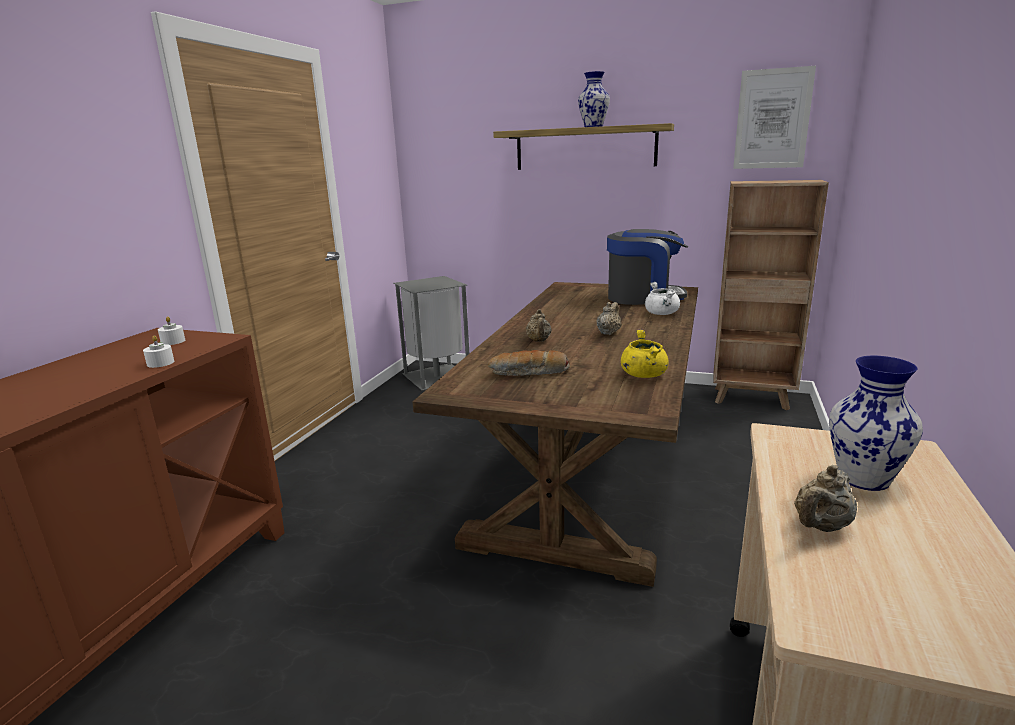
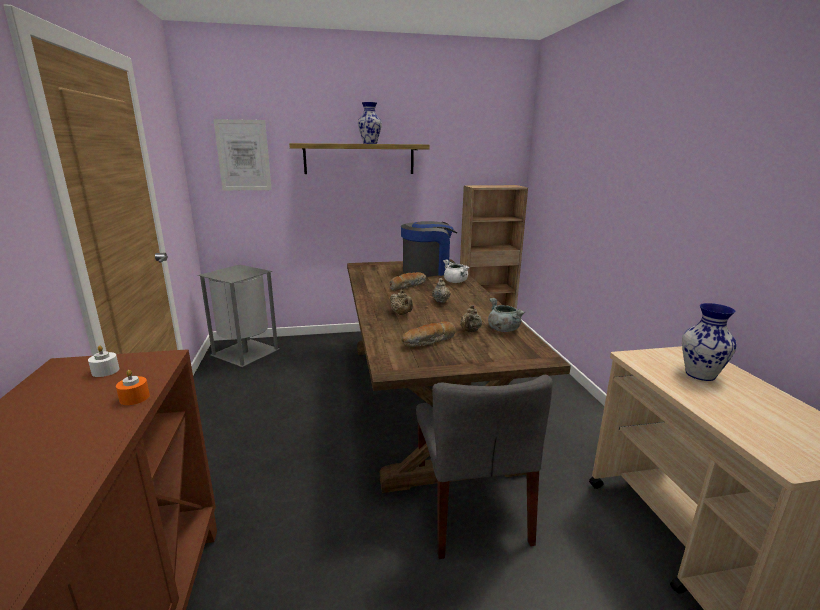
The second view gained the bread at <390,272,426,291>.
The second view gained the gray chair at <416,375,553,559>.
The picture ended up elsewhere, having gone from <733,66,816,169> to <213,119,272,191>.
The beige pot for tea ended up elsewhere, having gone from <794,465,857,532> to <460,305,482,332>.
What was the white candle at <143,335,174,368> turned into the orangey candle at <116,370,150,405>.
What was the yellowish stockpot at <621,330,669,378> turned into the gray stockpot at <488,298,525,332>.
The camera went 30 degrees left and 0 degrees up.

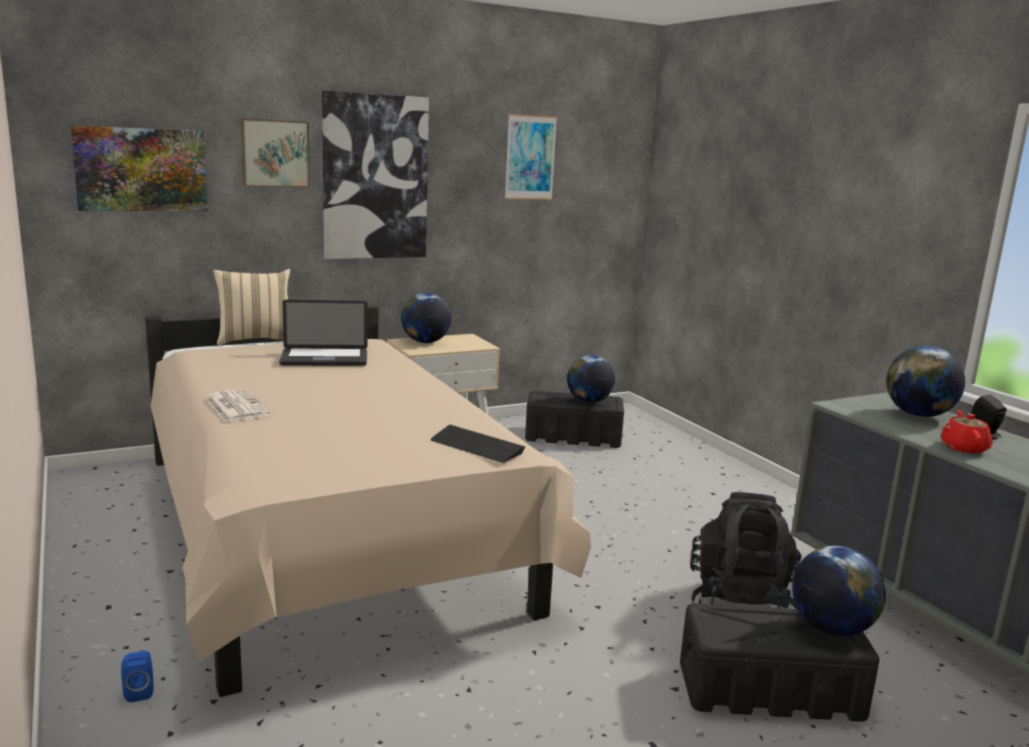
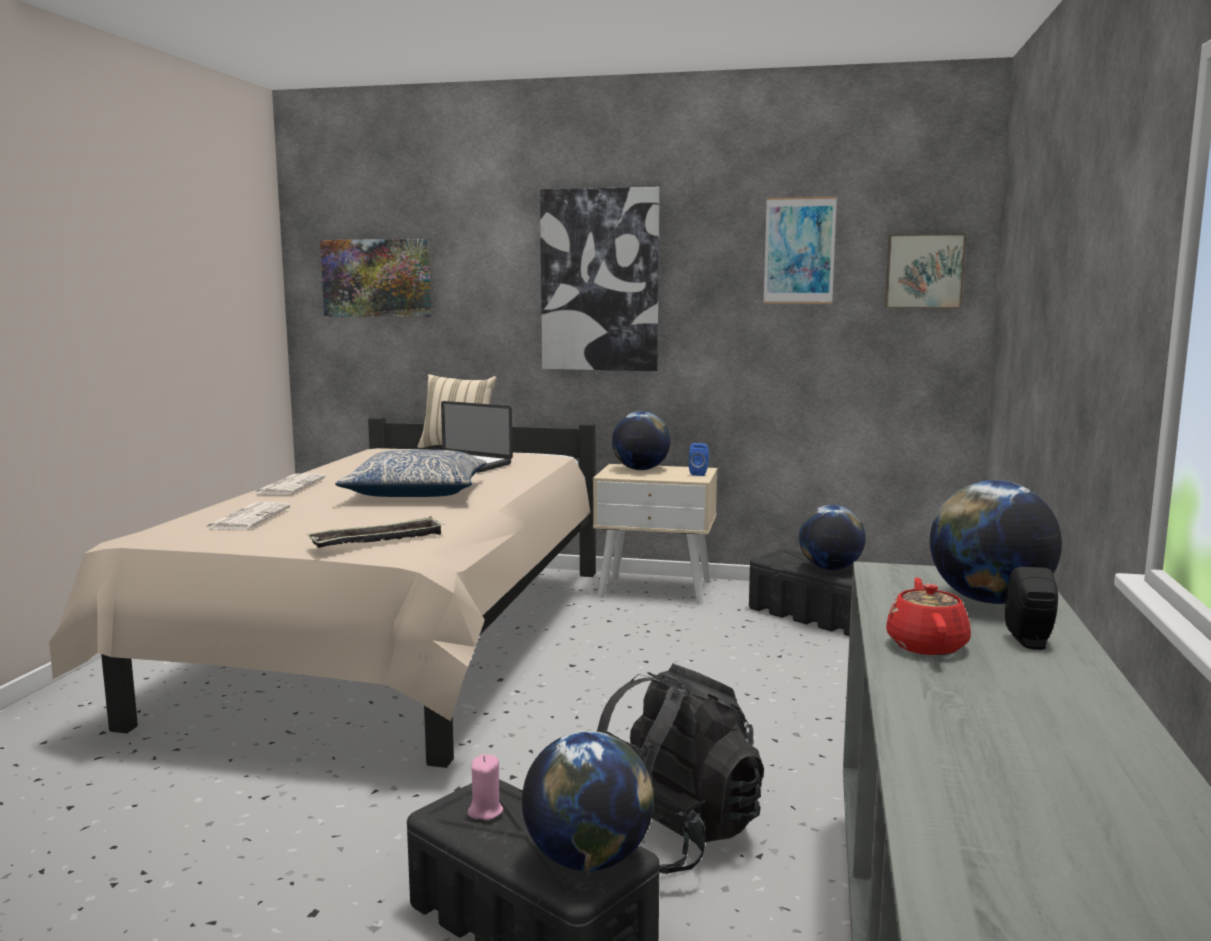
The second view gained the daily paper at <204,502,290,530>.
The second view gained the cushion at <335,450,486,497>.
The second view gained the pink candle at <468,754,503,820>.
The bluish loudspeaker ended up elsewhere, having gone from <121,651,154,703> to <689,443,709,476>.
The picture ended up elsewhere, having gone from <240,118,310,188> to <885,233,967,309>.
Where the keyboard stood at <431,425,525,463>, the serving tray came to stand at <306,516,445,548>.
The reddish pot for tea at <941,410,993,454> ended up facing another way, 45 degrees counterclockwise from before.
The camera went 40 degrees right and 5 degrees down.

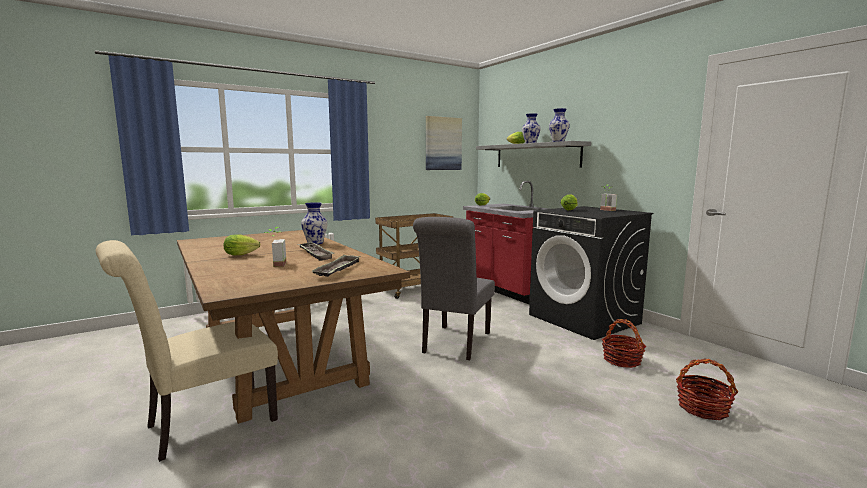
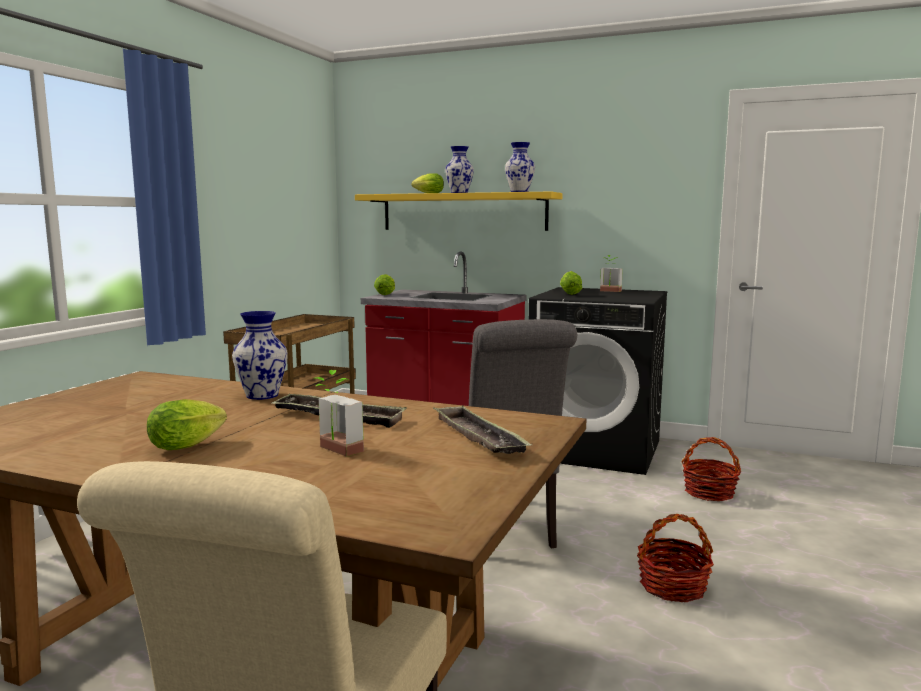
The second view lost the picture at <426,116,462,170>.
The storage basket ended up elsewhere, having gone from <676,359,738,420> to <637,514,714,602>.
What was the gray bracket shelf at <476,141,591,168> turned into the yellowish bracket shelf at <355,192,563,231>.
The camera went 35 degrees left and 0 degrees up.

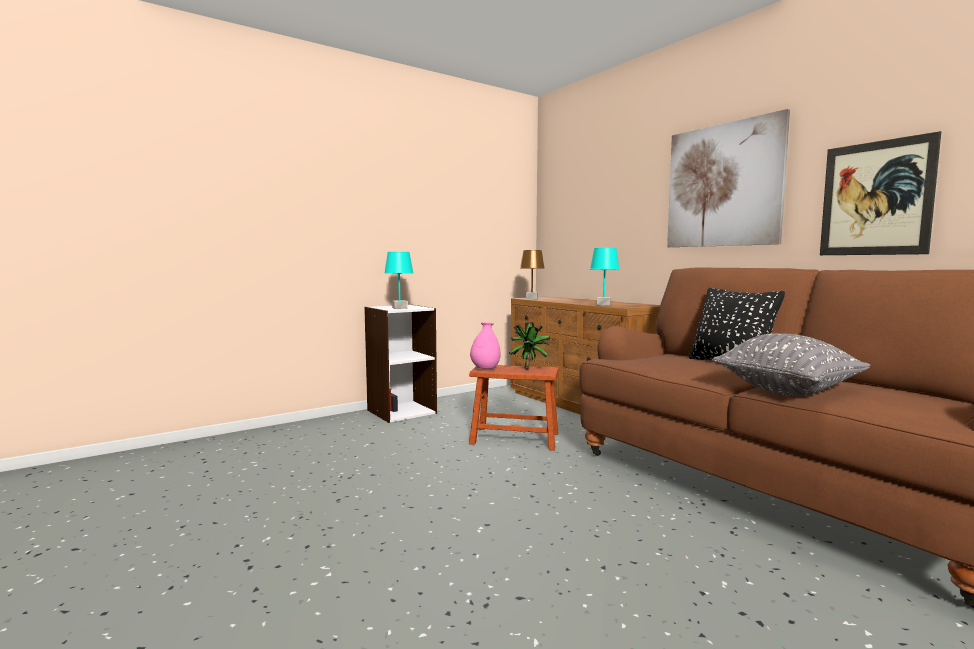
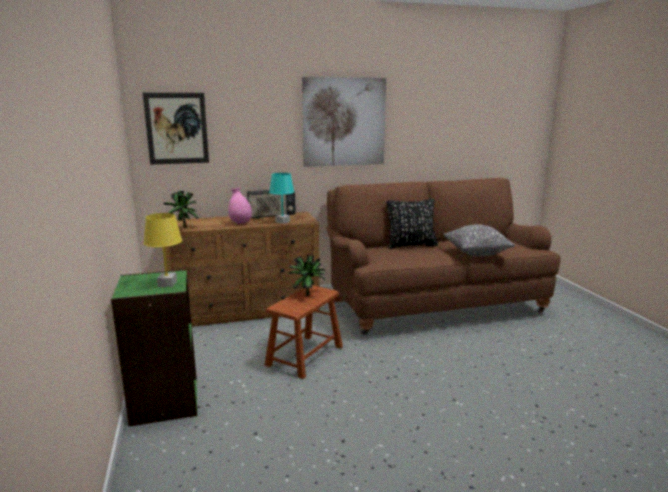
The second view gained the radio set at <247,190,296,219>.
The pink vase ended up elsewhere, having gone from <470,322,501,369> to <228,188,252,224>.
The picture ended up elsewhere, having gone from <820,131,941,255> to <143,93,209,165>.
Where the brown-coloured table lamp stood at <520,250,544,299>, the potted plant came to stand at <163,191,199,228>.
What was the white shelving unit at <364,304,437,423> turned into the greenish shelving unit at <111,269,197,426>.
What was the turquoise-coloured table lamp at <384,252,414,309> turned into the yellowish table lamp at <143,213,182,287>.
The camera went 70 degrees left and 10 degrees up.

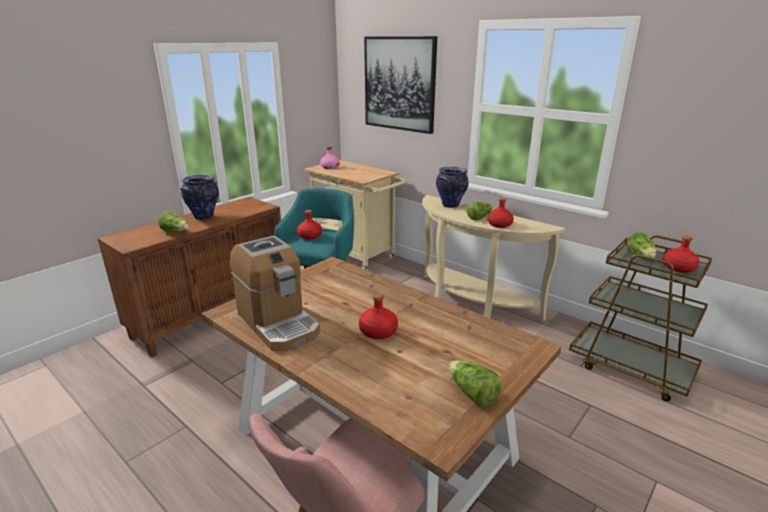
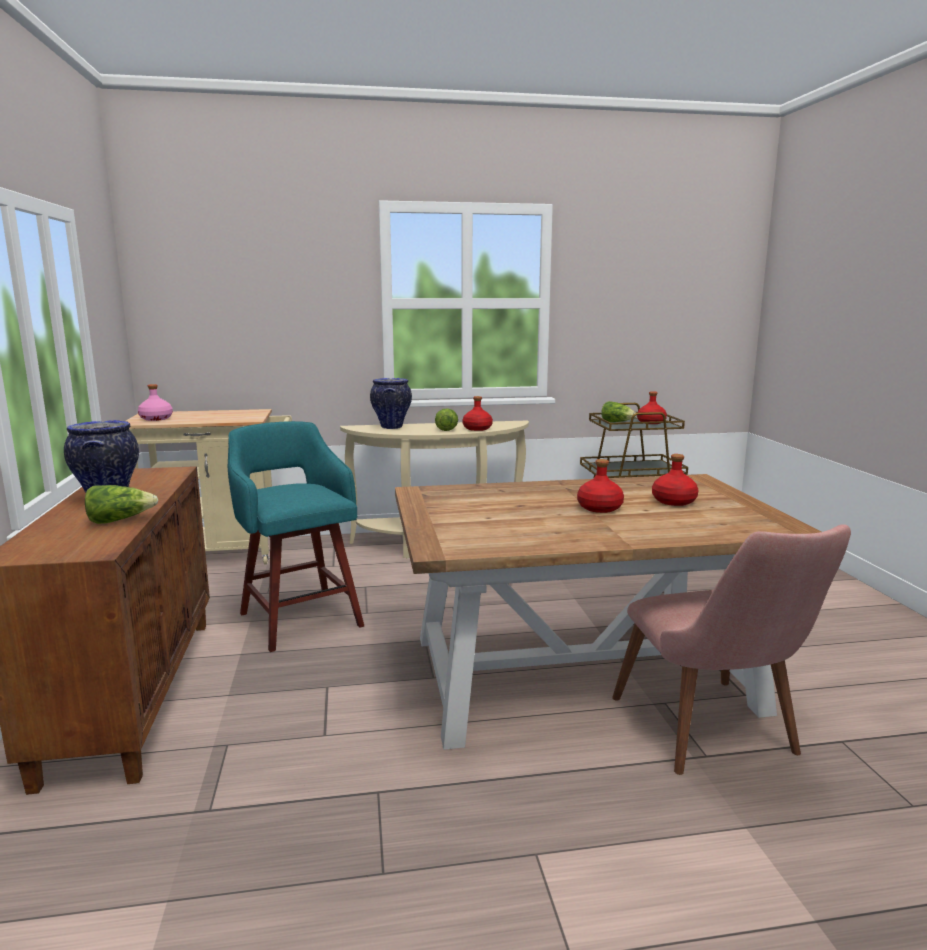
The second view lost the coffee brewer at <230,235,320,351>.
The second view lost the picture at <364,36,437,134>.
The second view lost the lettuce head at <449,361,502,406>.
The reddish drink bottle ended up elsewhere, having gone from <297,210,322,239> to <652,454,698,506>.
The camera went 50 degrees left and 10 degrees down.

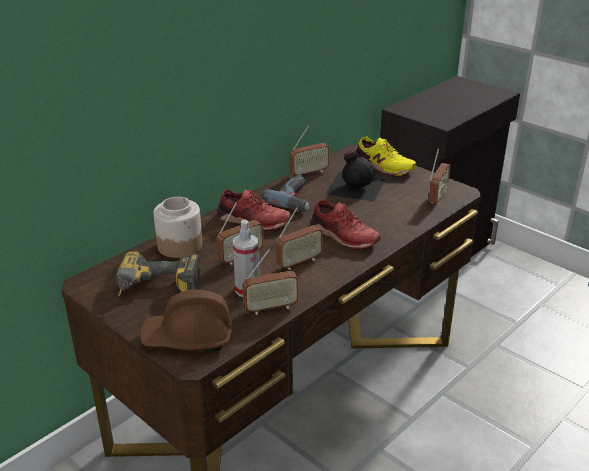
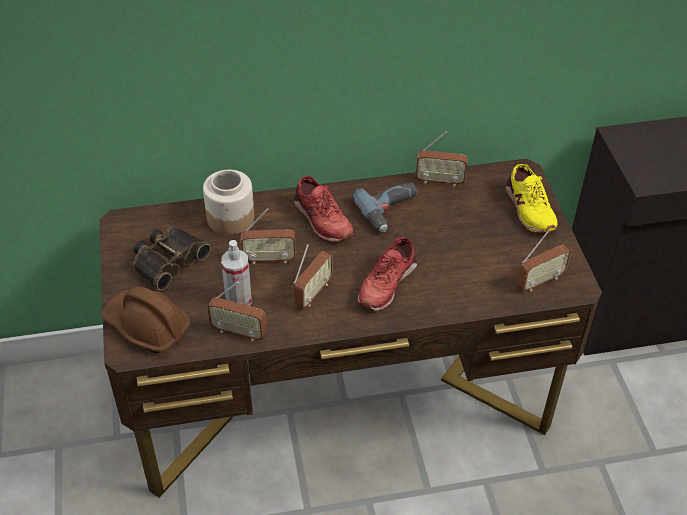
The second view lost the black-coloured drink bottle at <325,150,385,202>.
Where the electric drill stood at <116,251,201,296>, the pair of binoculars came to stand at <132,227,211,290>.
The radio set at <276,207,323,270> ended up facing another way, 60 degrees counterclockwise from before.
The reddish item of footwear at <310,199,381,250> ended up facing another way, 45 degrees clockwise from before.
The camera went 35 degrees right and 15 degrees up.

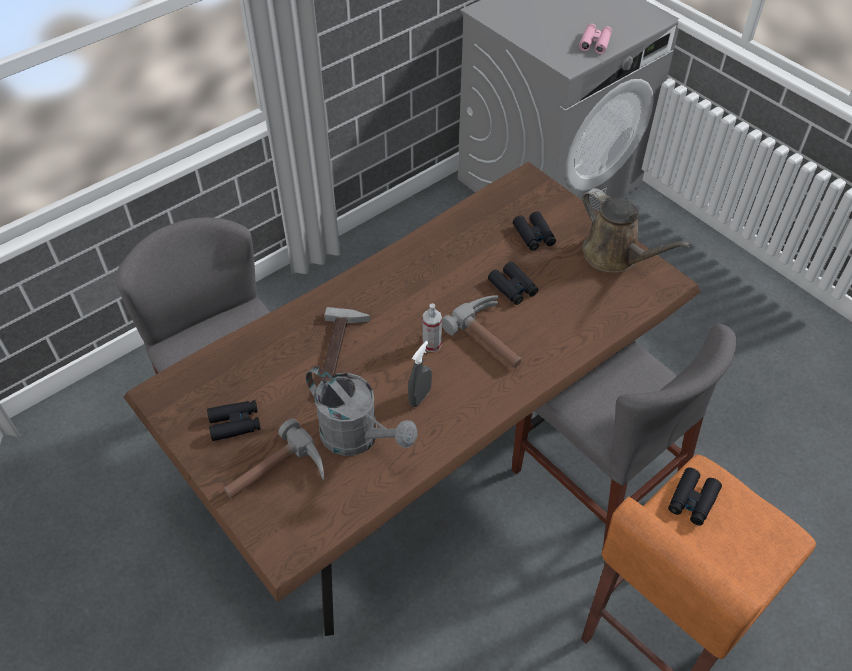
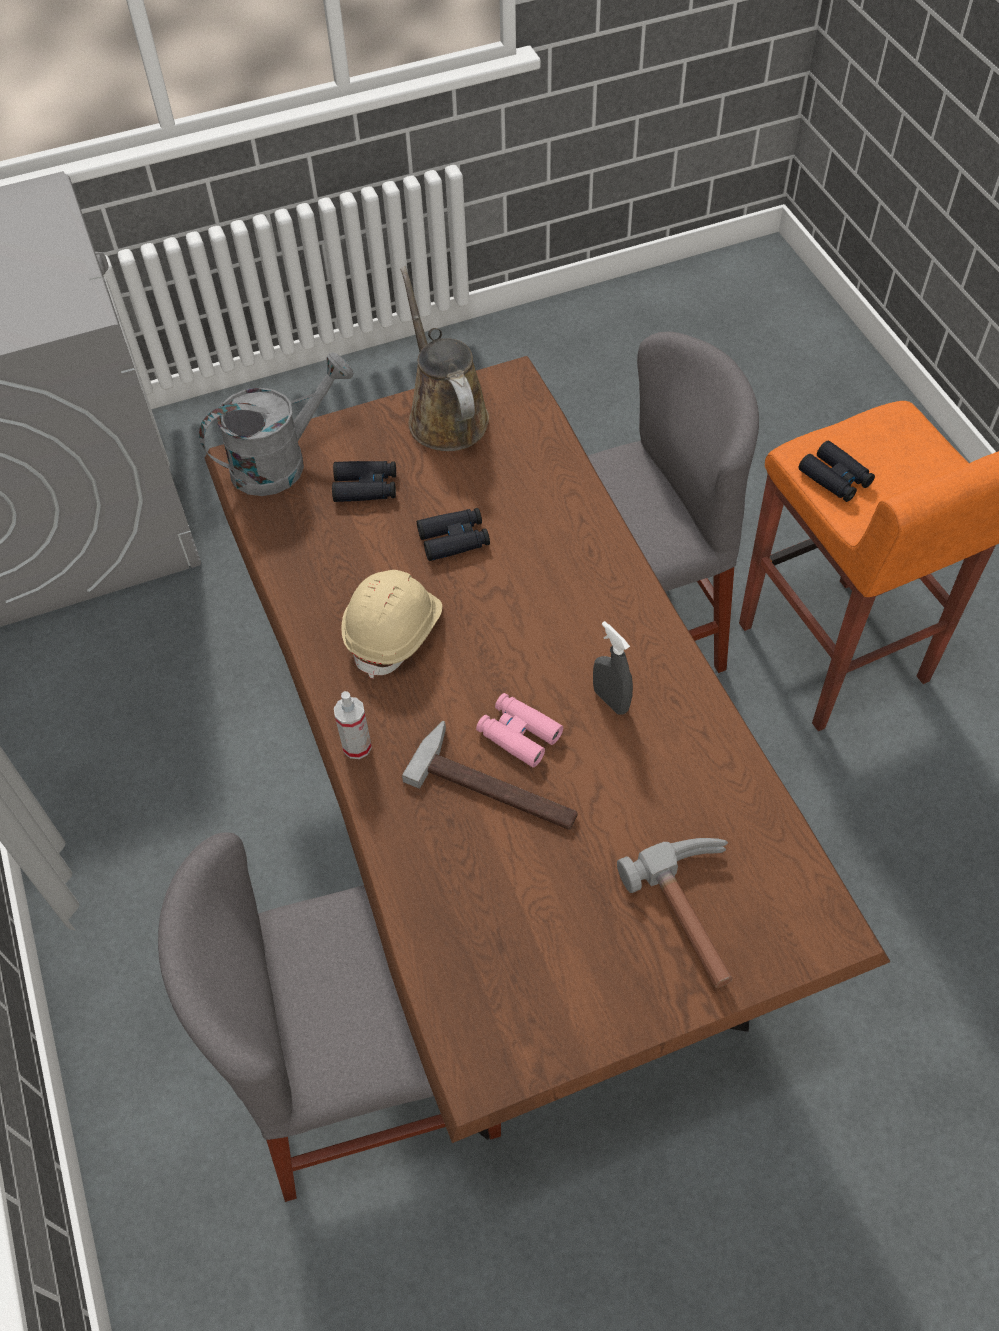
The second view lost the black-coloured pair of binoculars at <207,400,261,441>.
The second view lost the tool hammer at <442,295,522,368>.
The second view gained the beige work helmet at <341,570,442,679>.
The gray sprinkling can ended up elsewhere, having gone from <306,366,418,456> to <199,352,354,496>.
The sprayer ended up elsewhere, having gone from <423,303,442,352> to <334,691,372,759>.
The pink pair of binoculars ended up elsewhere, having gone from <579,24,612,54> to <476,693,563,767>.
The brown-coloured sprinkling can at <582,188,690,273> ended up facing another way, 90 degrees counterclockwise from before.
The camera went 70 degrees left and 5 degrees up.

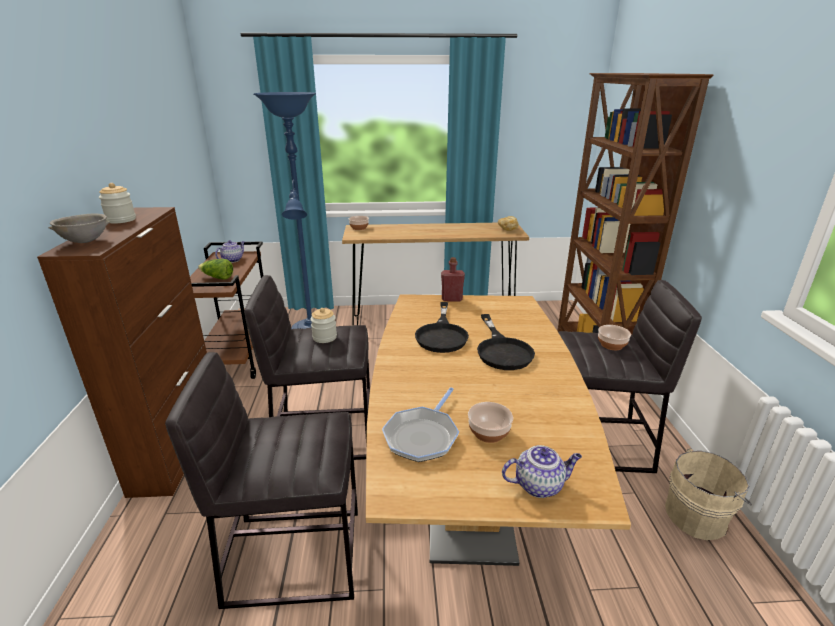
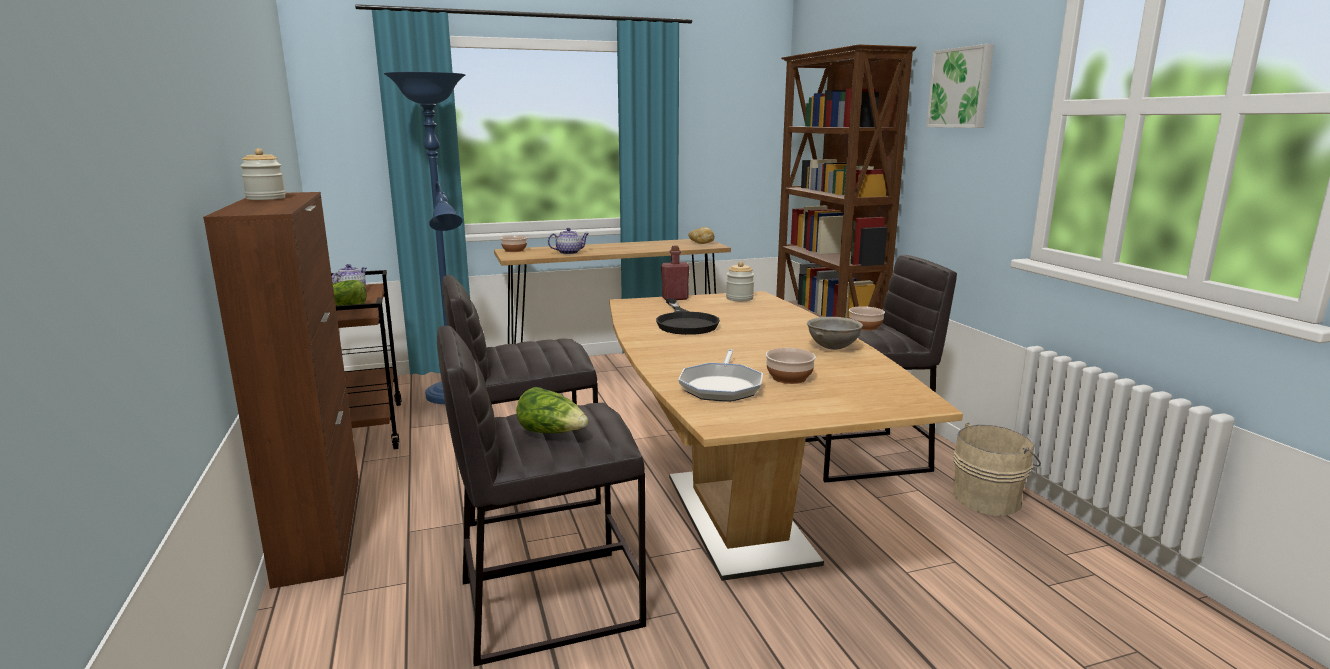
The second view lost the black-coloured frying pan at <477,314,535,370>.
The second view gained the lettuce head at <516,387,588,433>.
The second view gained the picture at <926,44,994,128>.
The gray deep dish ended up elsewhere, having gone from <48,213,110,243> to <807,317,863,350>.
The jar ended up elsewhere, having gone from <310,308,337,343> to <726,262,754,301>.
The pot for tea ended up elsewhere, having gone from <502,445,582,498> to <548,228,589,255>.
The camera went 15 degrees left and 10 degrees down.

